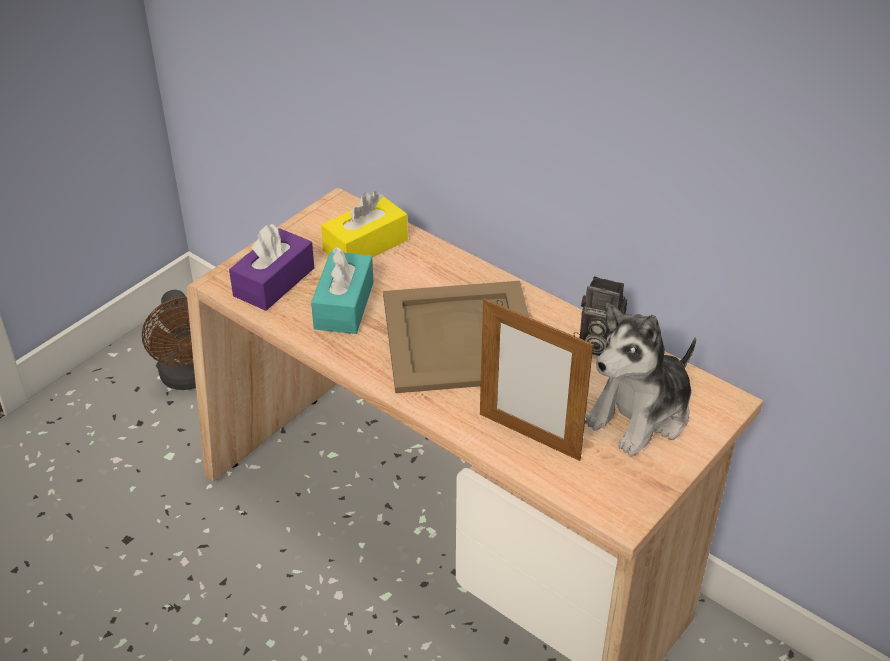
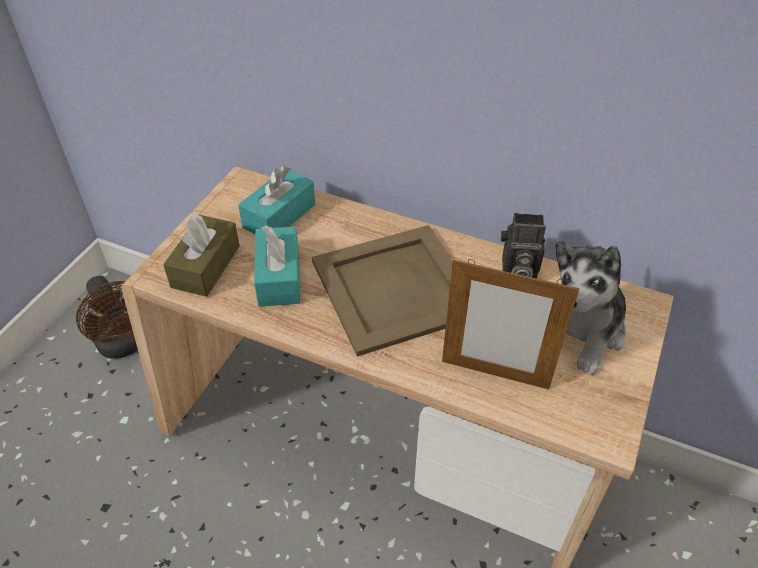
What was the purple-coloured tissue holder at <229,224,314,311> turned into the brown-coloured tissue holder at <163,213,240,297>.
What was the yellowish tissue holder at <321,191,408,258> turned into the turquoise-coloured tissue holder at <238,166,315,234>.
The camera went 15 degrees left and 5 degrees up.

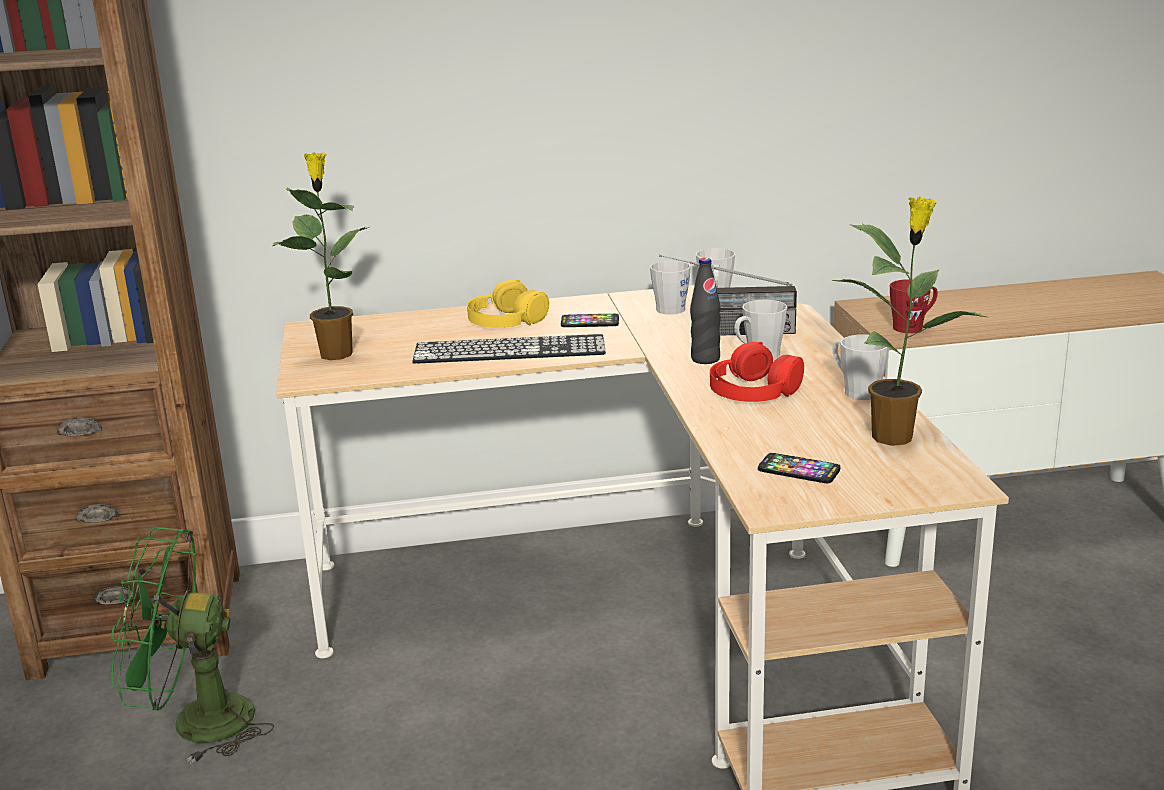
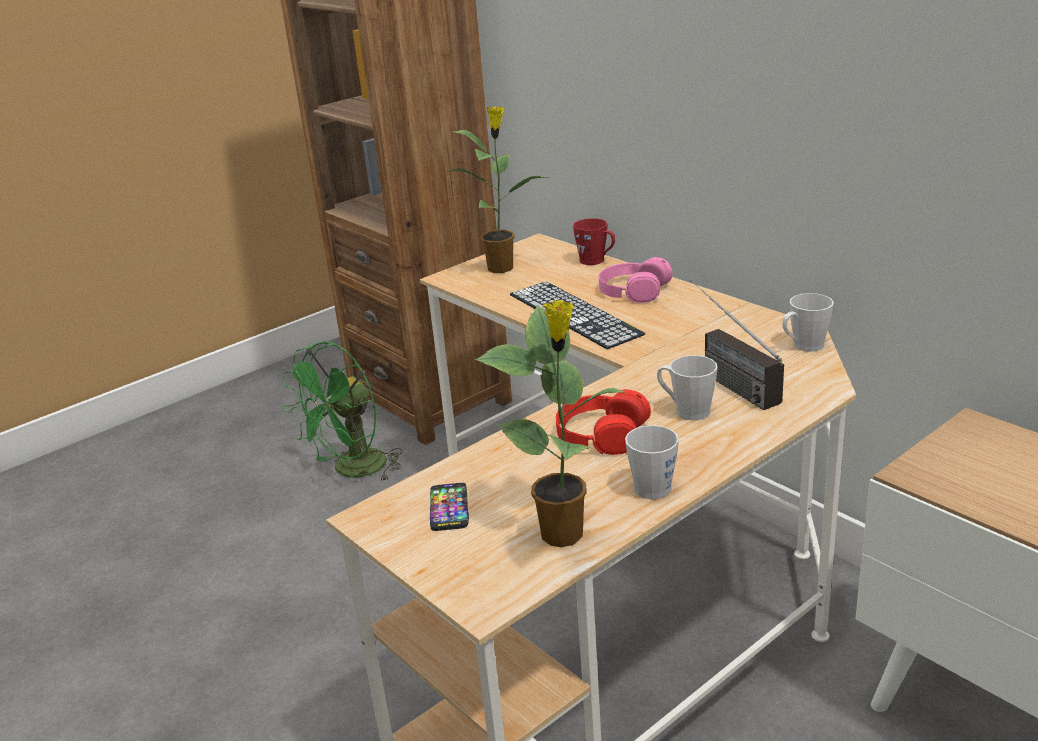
The second view lost the telephone at <561,314,619,327>.
The second view lost the gray tea mug at <650,260,691,315>.
The second view lost the black-coloured drink bottle at <690,258,721,364>.
The reddish tea mug ended up elsewhere, having gone from <890,279,938,333> to <573,218,615,265>.
What was the yellowish headphones at <467,280,549,328> turned into the pink headphones at <598,257,673,303>.
The greenish cooling fan at <111,527,274,764> ended up facing another way, 105 degrees counterclockwise from before.
The camera went 60 degrees right and 5 degrees up.

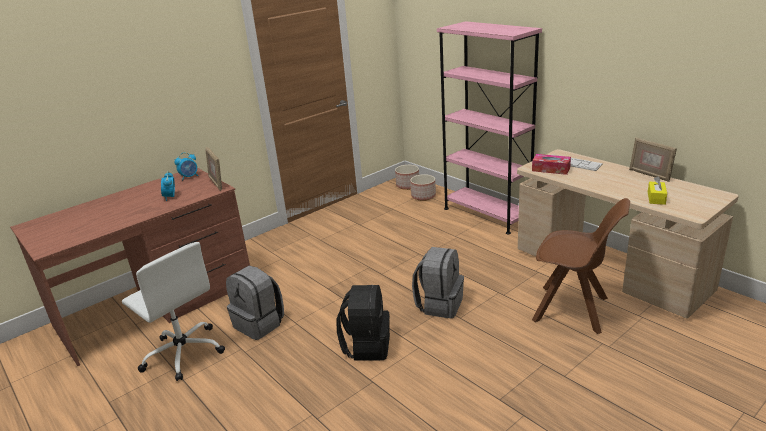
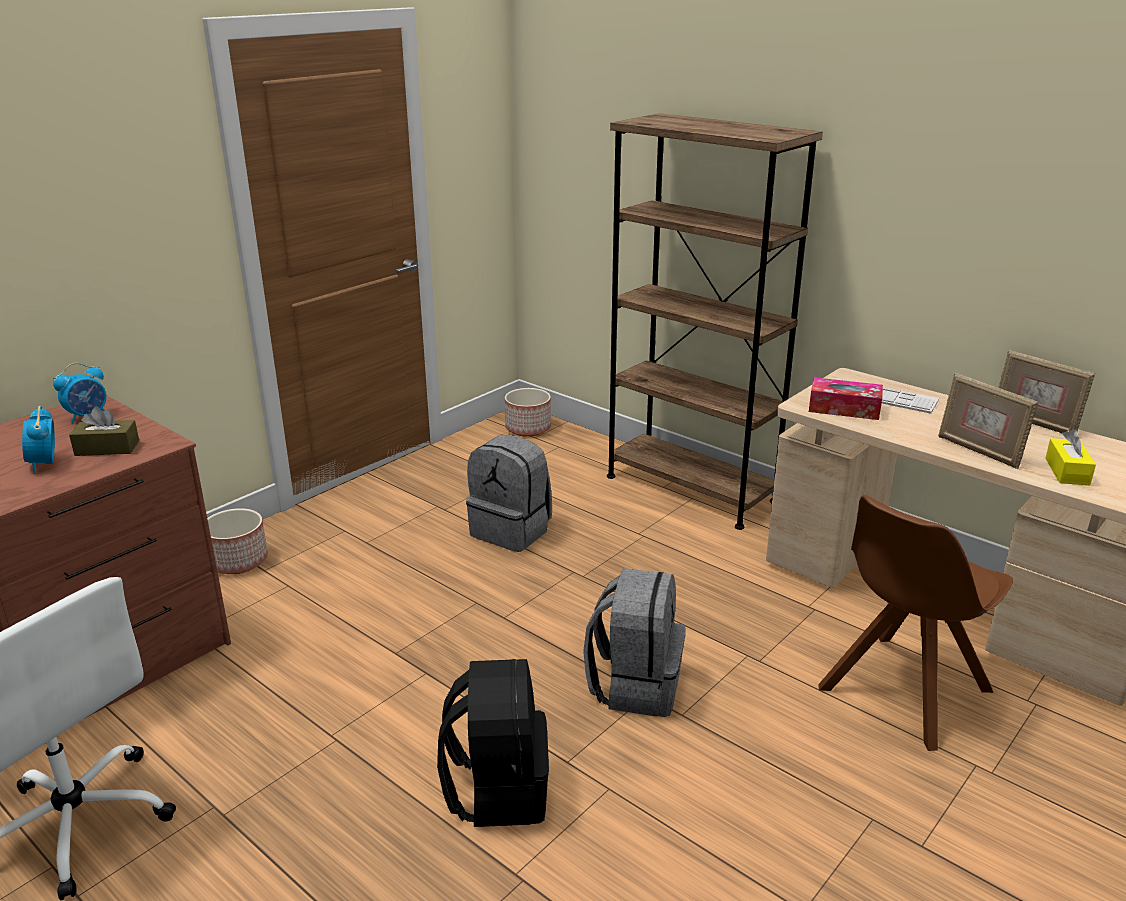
The second view gained the brown-coloured tissue holder at <69,407,139,456>.
The standing frame ended up elsewhere, having gone from <206,147,222,191> to <938,373,1038,469>.
The gray backpack ended up elsewhere, having gone from <226,266,284,340> to <466,435,552,552>.
The plant pot ended up elsewhere, having gone from <410,174,436,201> to <207,508,268,574>.
What was the pink shelving unit at <437,21,542,235> turned into the brown-coloured shelving unit at <607,113,823,530>.
The brown-coloured chair at <532,198,630,334> ended up facing another way, 120 degrees clockwise from before.
The camera went 10 degrees left and 0 degrees up.

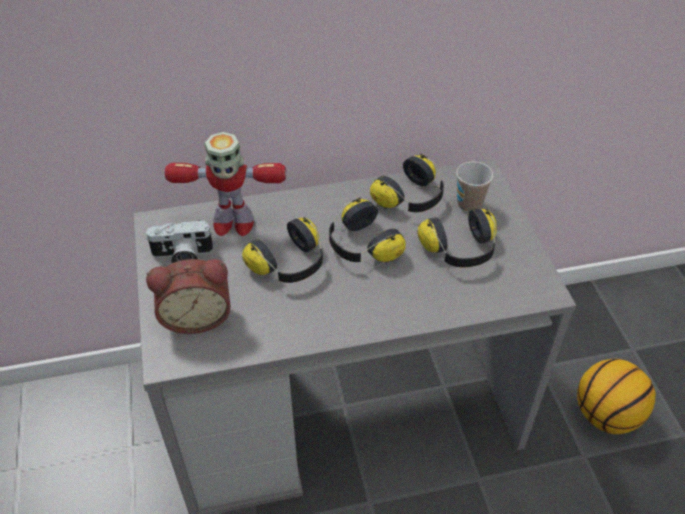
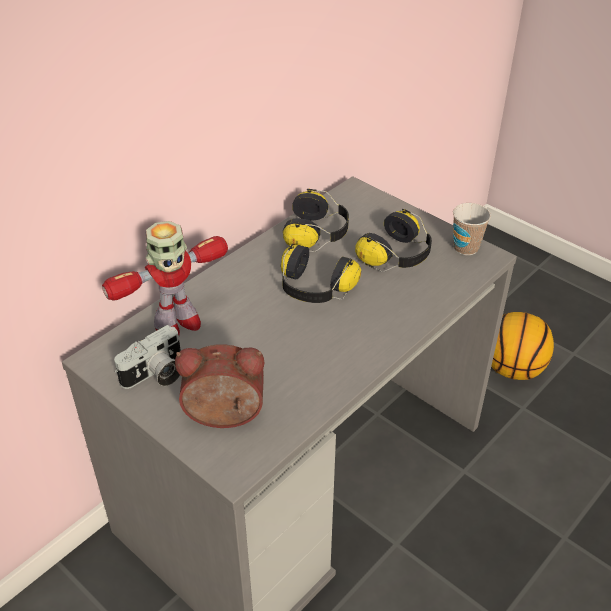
The second view lost the headphones at <242,217,323,283>.
The drinking cup ended up elsewhere, having gone from <456,162,493,212> to <453,203,491,255>.
The bedside clock at <146,259,231,334> ended up facing another way, 135 degrees counterclockwise from before.
The camera went 35 degrees left and 5 degrees down.

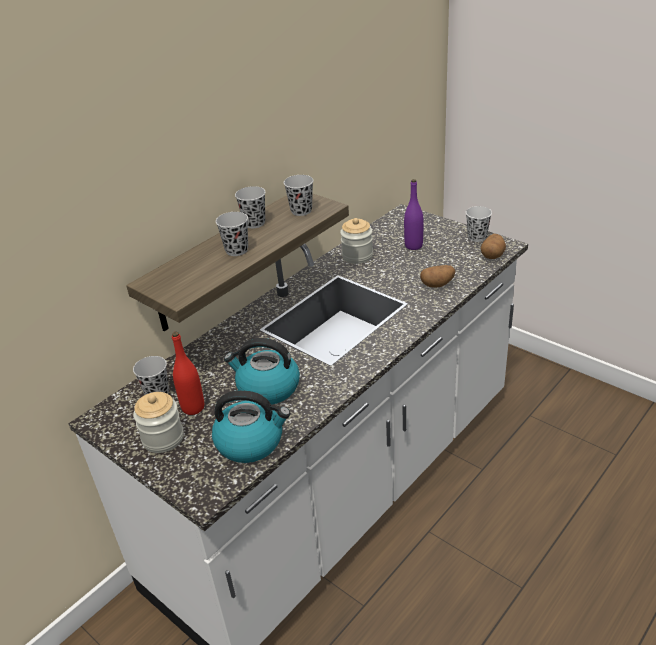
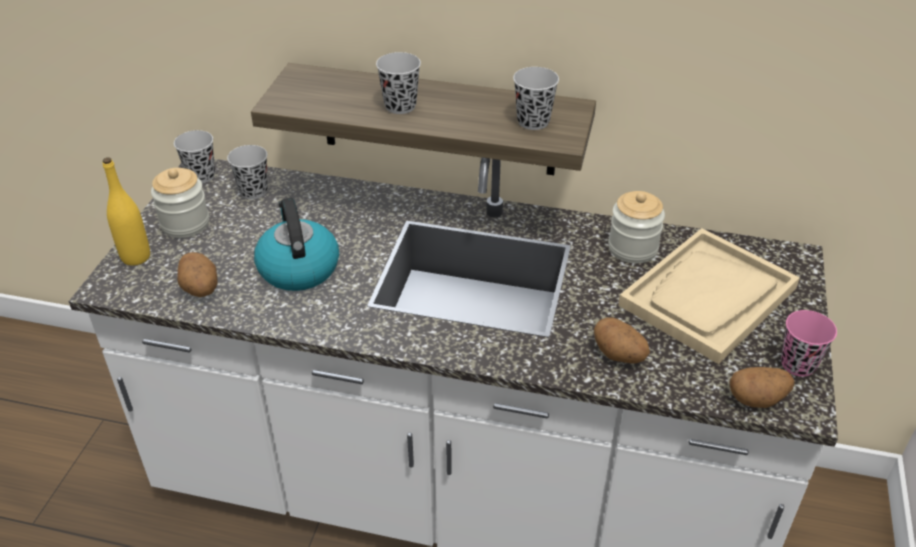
The second view lost the reddish drink bottle at <172,332,204,415>.
The second view gained the yellowish drink bottle at <103,157,150,266>.
The black-coloured drinking cup ended up elsewhere, having gone from <235,186,265,228> to <174,130,215,183>.
Where the tea kettle stood at <212,390,290,463>, the potato came to stand at <177,252,218,297>.
Where the purple-coloured drink bottle stood at <404,179,423,250>, the beige serving tray came to stand at <618,228,800,364>.
What was the white drinking cup at <466,206,492,242> turned into the pink drinking cup at <781,310,837,377>.
The camera went 60 degrees right and 5 degrees up.

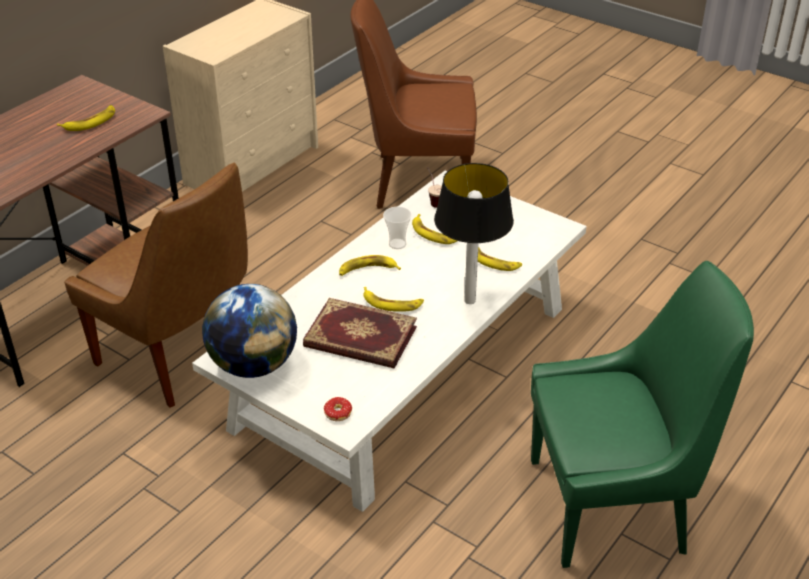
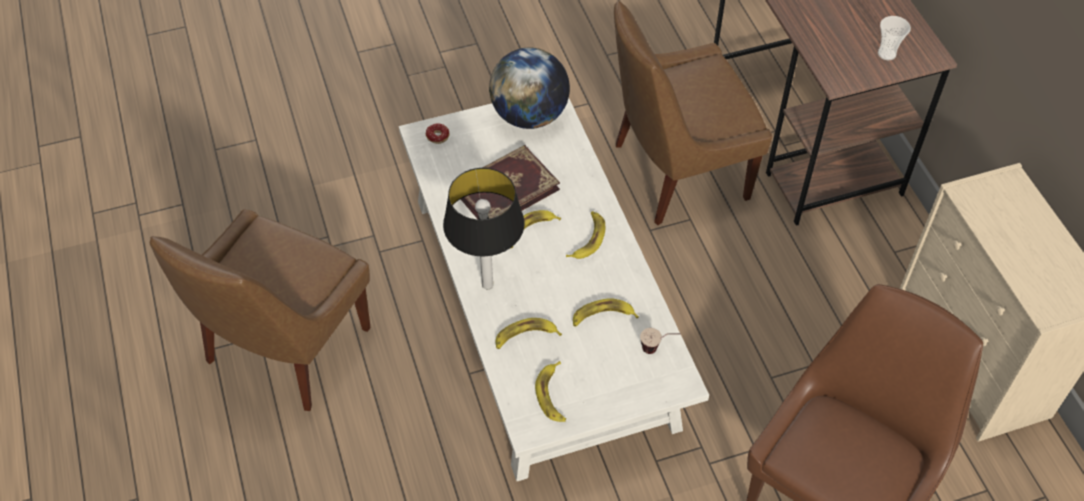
The banana ended up elsewhere, having gone from <57,105,115,131> to <535,361,566,422>.
The drinking cup ended up elsewhere, having gone from <383,207,412,249> to <878,16,911,60>.
What was the greenish chair at <531,261,754,568> turned into the brown-coloured chair at <150,209,371,411>.
The camera went 125 degrees right and 15 degrees up.

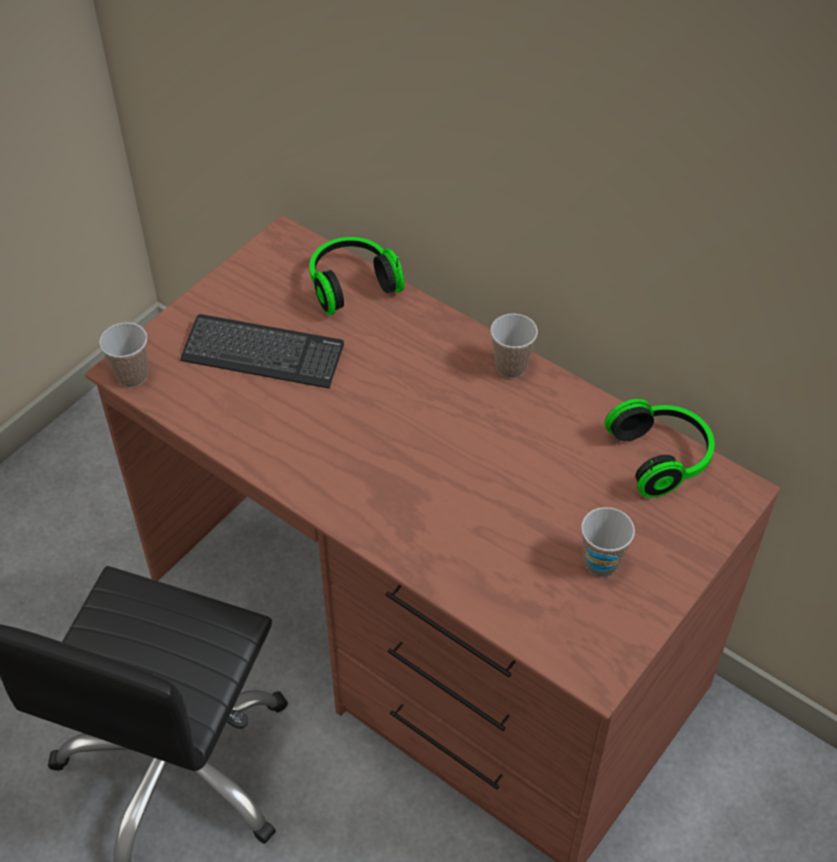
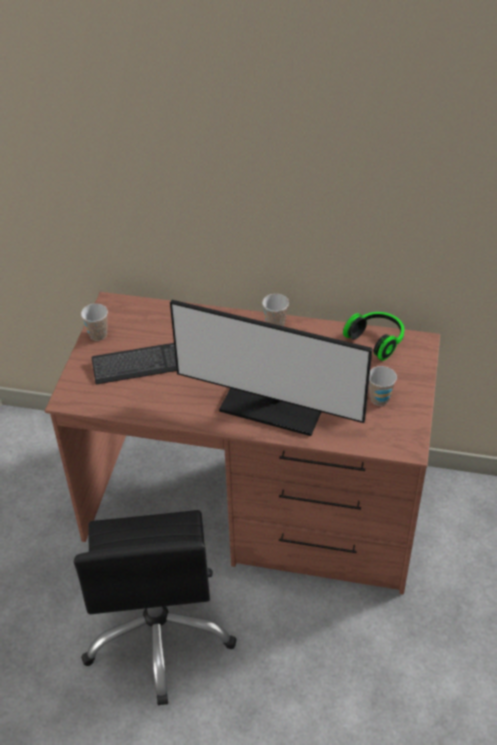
The second view lost the headphones at <309,237,405,316>.
The second view gained the monitor at <170,300,372,436>.
The drinking cup ended up elsewhere, having gone from <99,322,148,387> to <81,304,108,341>.
The camera went 25 degrees left and 5 degrees down.

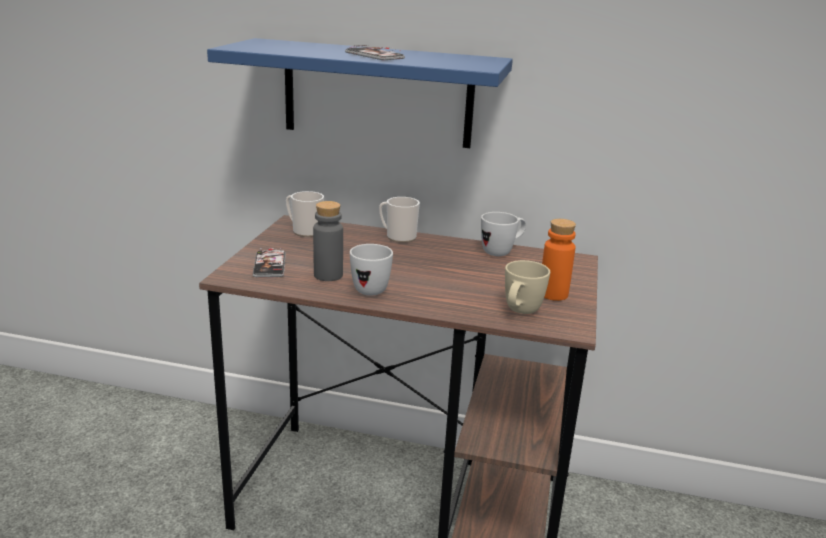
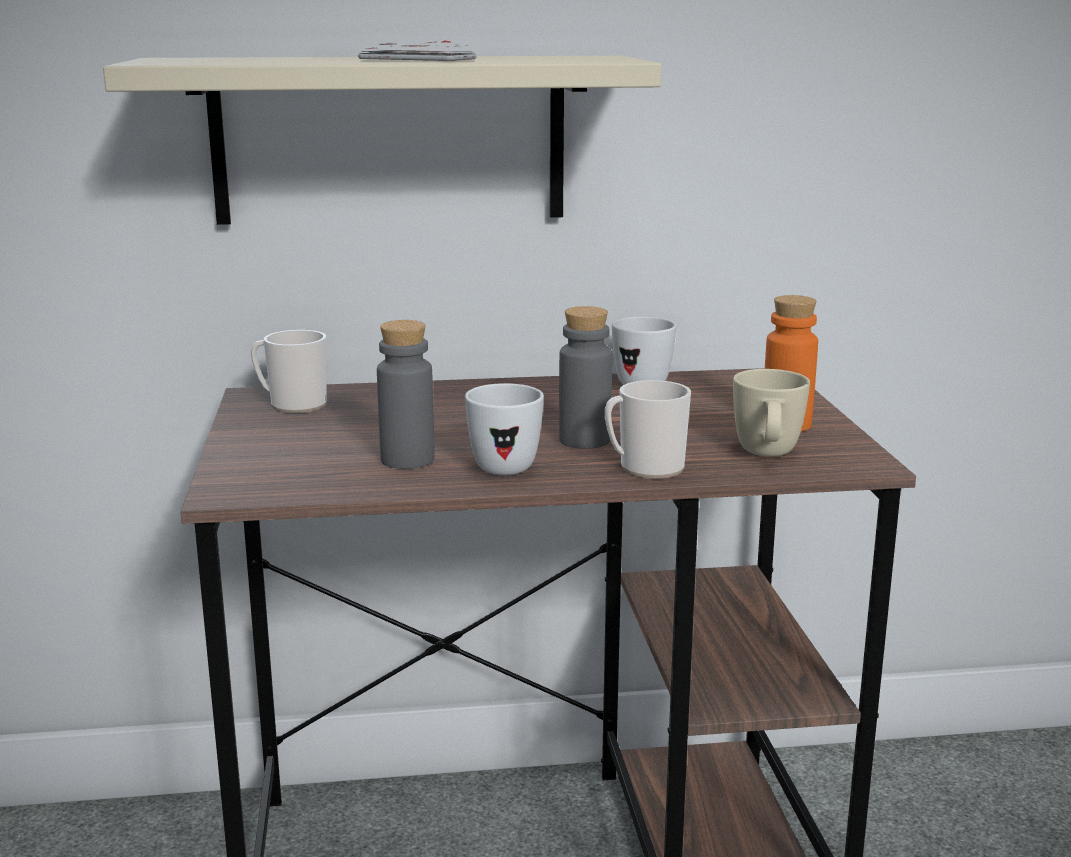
The second view lost the telephone at <253,248,286,277>.
The second view gained the gray drink bottle at <559,306,612,449>.
The tea mug ended up elsewhere, having gone from <379,197,420,243> to <605,380,691,479>.
What was the bluish bracket shelf at <207,38,513,148> turned into the beige bracket shelf at <103,56,662,225>.
The camera went 20 degrees left and 5 degrees down.

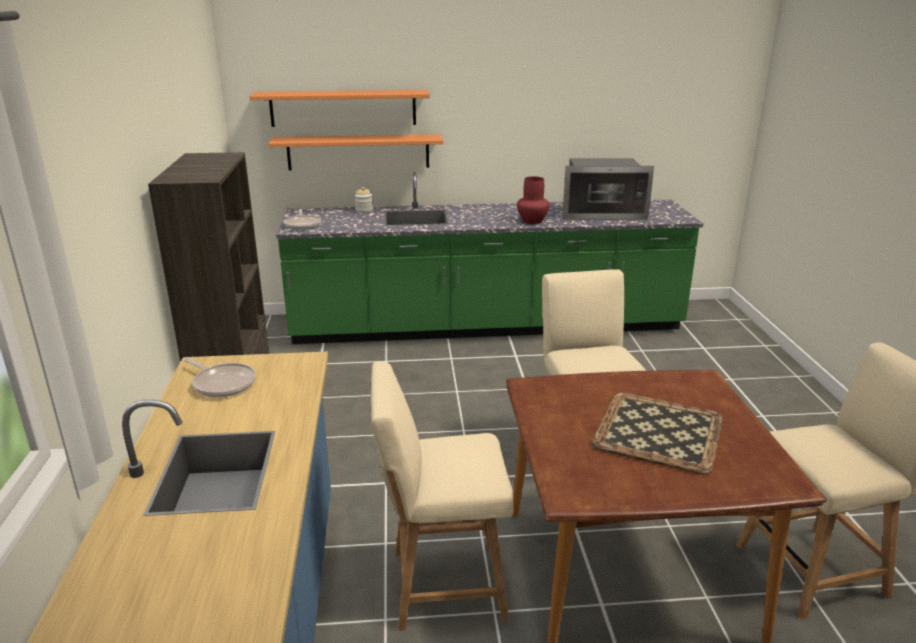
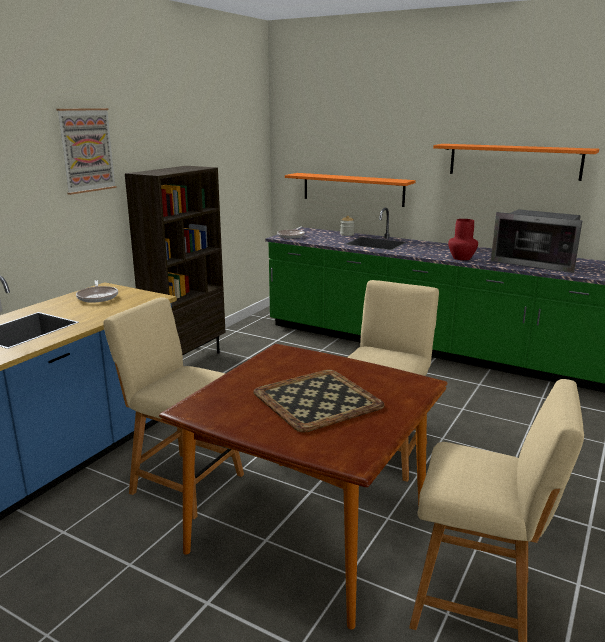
The second view gained the picture at <57,108,117,195>.
The orangey bracket shelf ended up elsewhere, having gone from <249,90,430,127> to <433,144,599,181>.
The camera went 35 degrees right and 5 degrees down.

